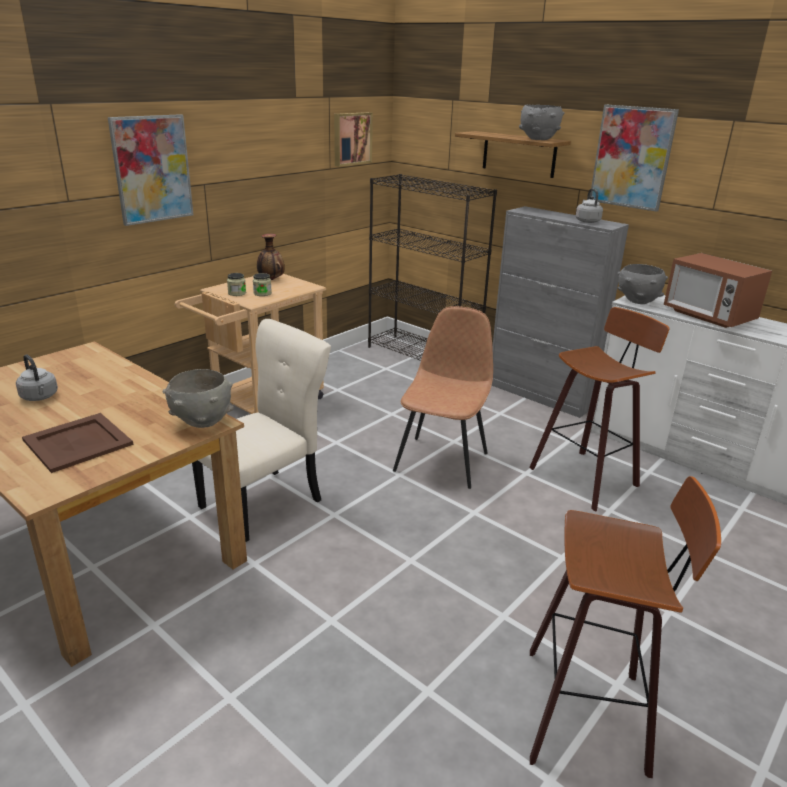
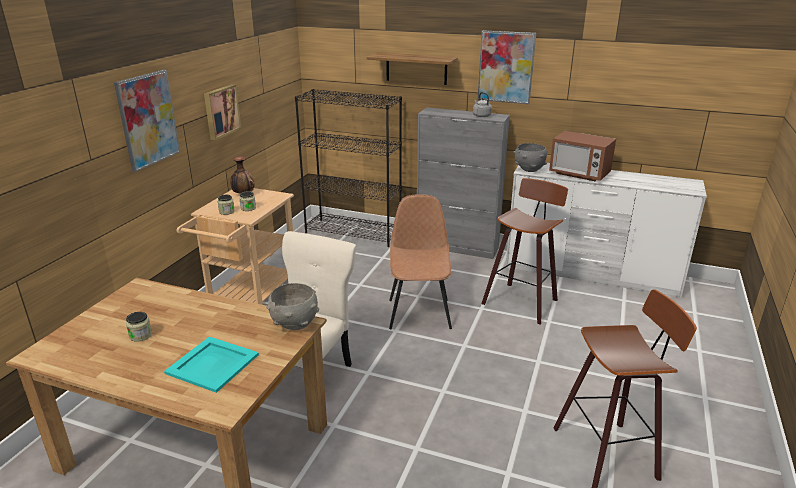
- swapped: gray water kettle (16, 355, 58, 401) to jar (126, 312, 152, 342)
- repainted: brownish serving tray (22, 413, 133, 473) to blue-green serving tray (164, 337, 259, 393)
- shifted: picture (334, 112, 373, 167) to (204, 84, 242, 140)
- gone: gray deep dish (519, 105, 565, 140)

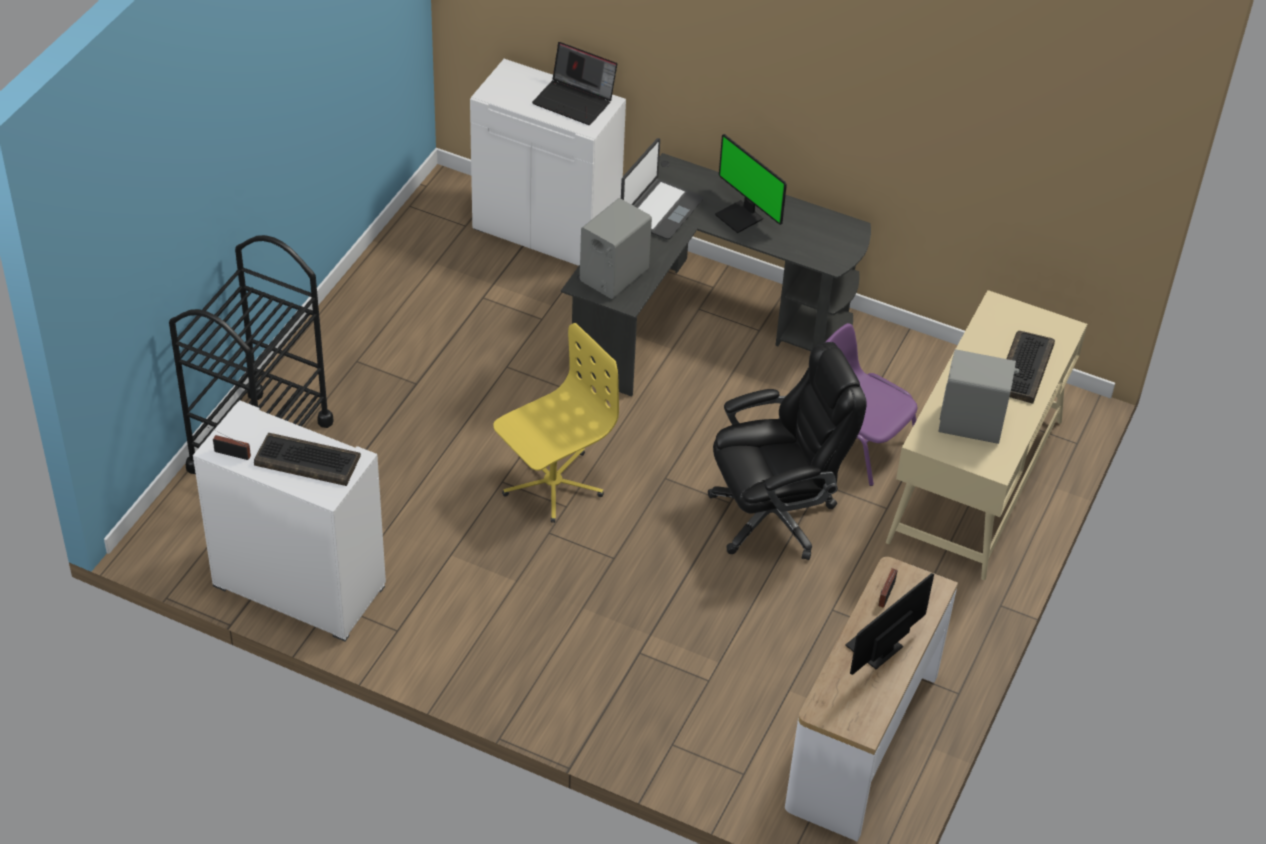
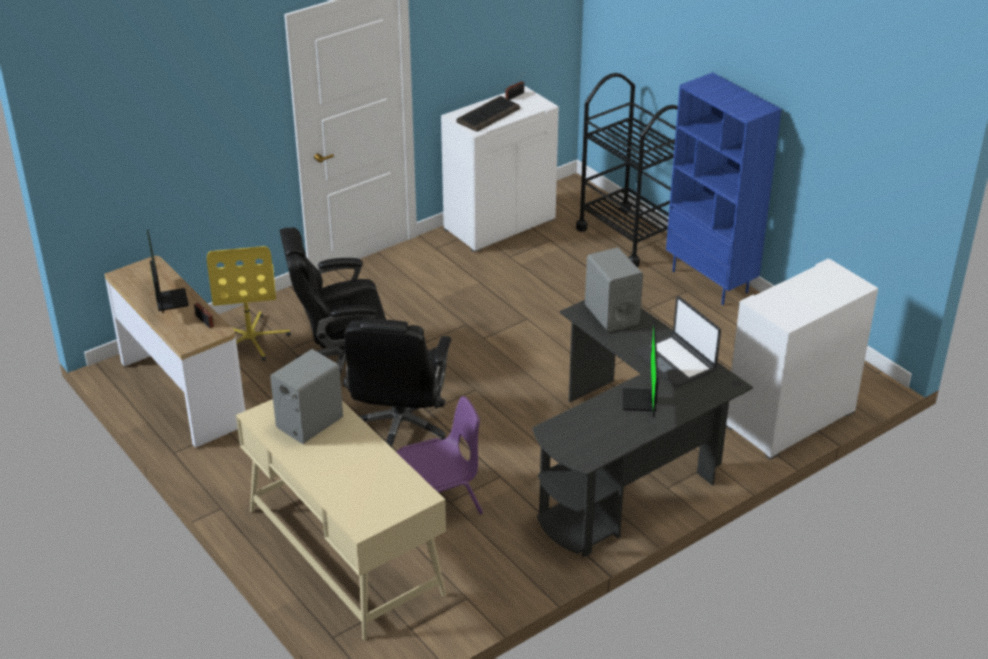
- shifted: yellowish computer chair (493, 323, 619, 523) to (207, 246, 291, 361)
- gone: notebook computer (532, 42, 617, 125)
- rotated: computer display (715, 134, 787, 233) = (623, 322, 658, 417) 75 degrees counterclockwise
- gone: keyboard (1007, 331, 1055, 404)
- new: black computer chair (279, 227, 386, 376)
- new: blue-coloured bookshelf (666, 72, 781, 305)

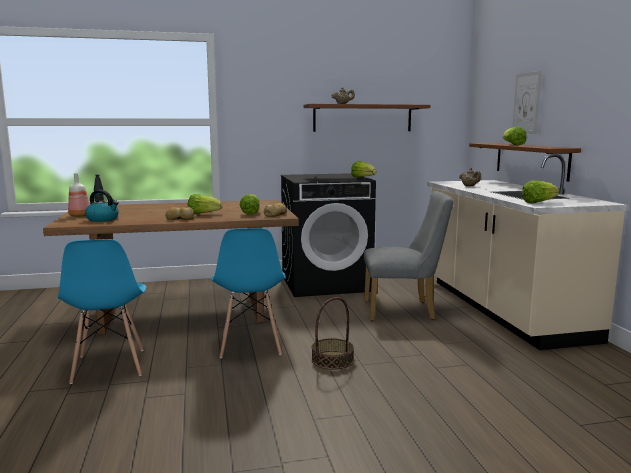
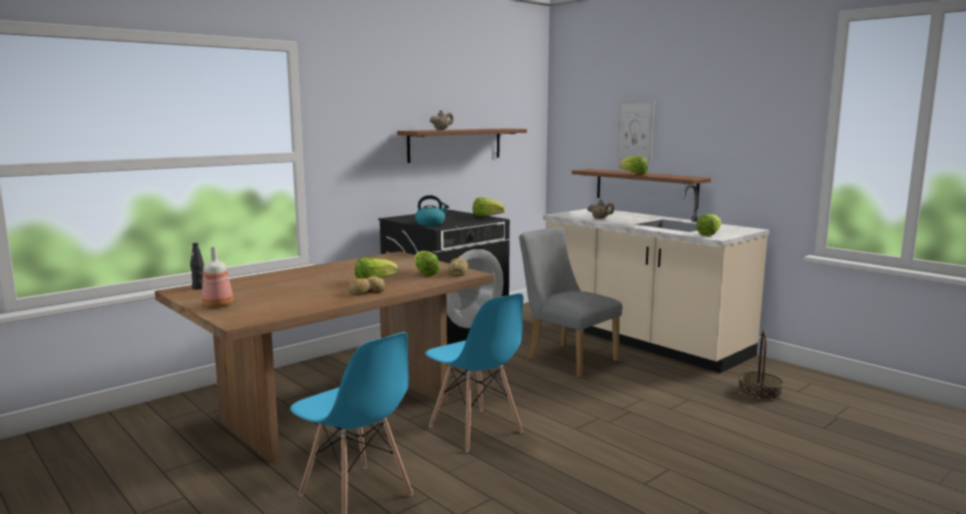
- shifted: water kettle (85, 190, 119, 222) to (415, 195, 449, 226)
- shifted: household basket (311, 297, 354, 370) to (738, 331, 783, 401)
- rotated: gray plain chair (364, 191, 453, 321) = (519, 227, 622, 378) 105 degrees counterclockwise

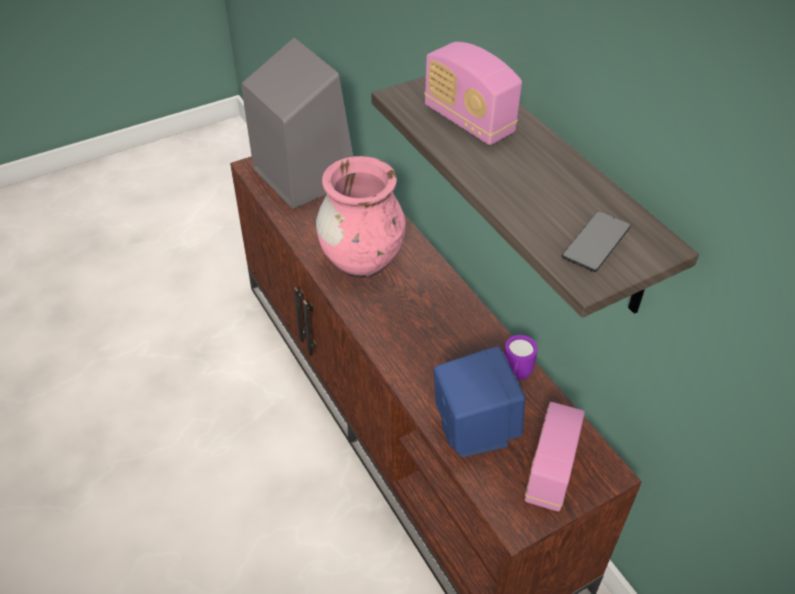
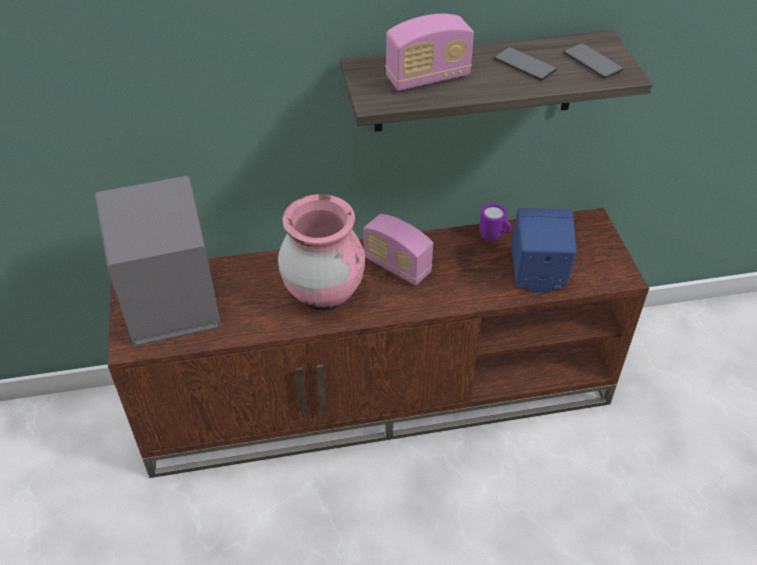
- shifted: radio receiver (525, 402, 585, 511) to (363, 214, 433, 286)
- new: handset (494, 47, 557, 81)

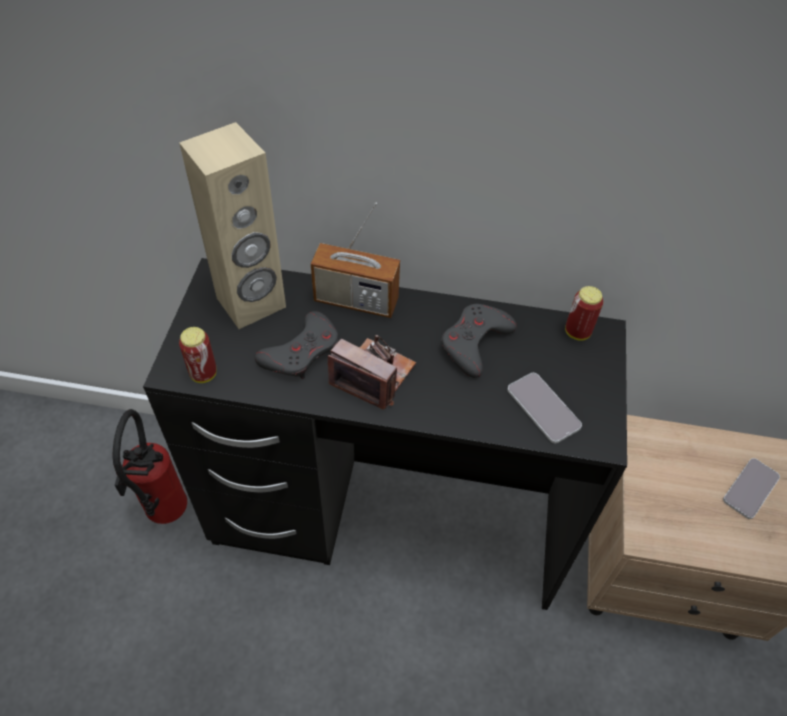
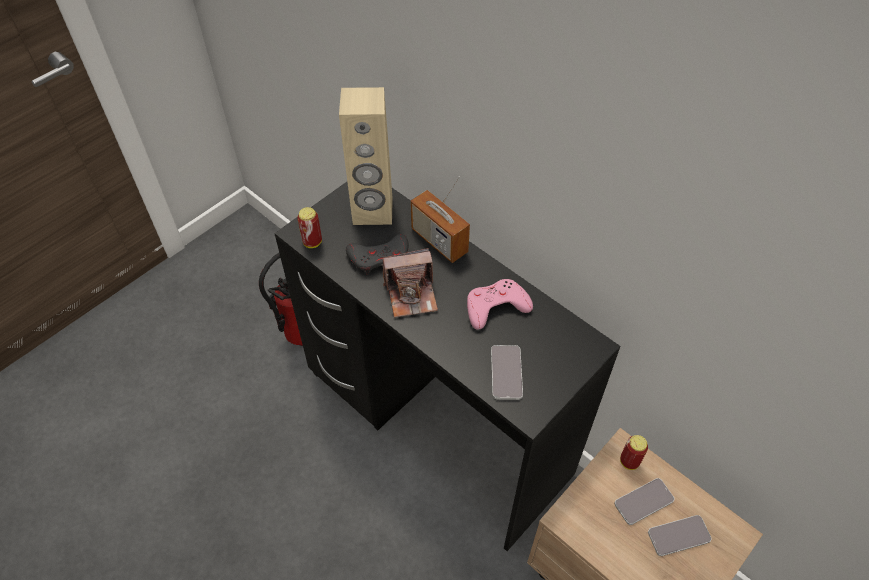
- rotated: photo camera (328, 335, 416, 409) = (382, 248, 438, 318) 105 degrees clockwise
- repainted: gray joypad (441, 304, 517, 378) to pinkish joypad (467, 279, 533, 330)
- shifted: can (565, 286, 603, 341) to (620, 435, 648, 470)
- new: handset (614, 478, 674, 525)

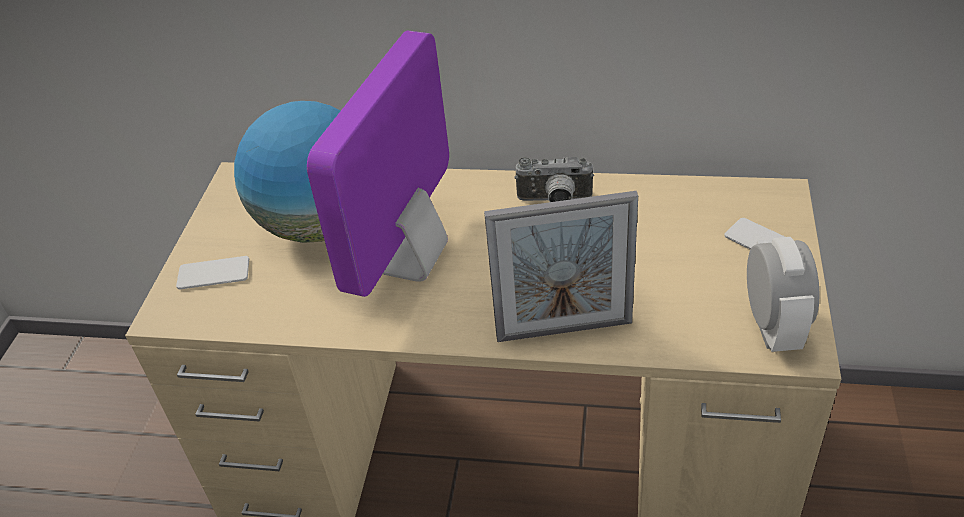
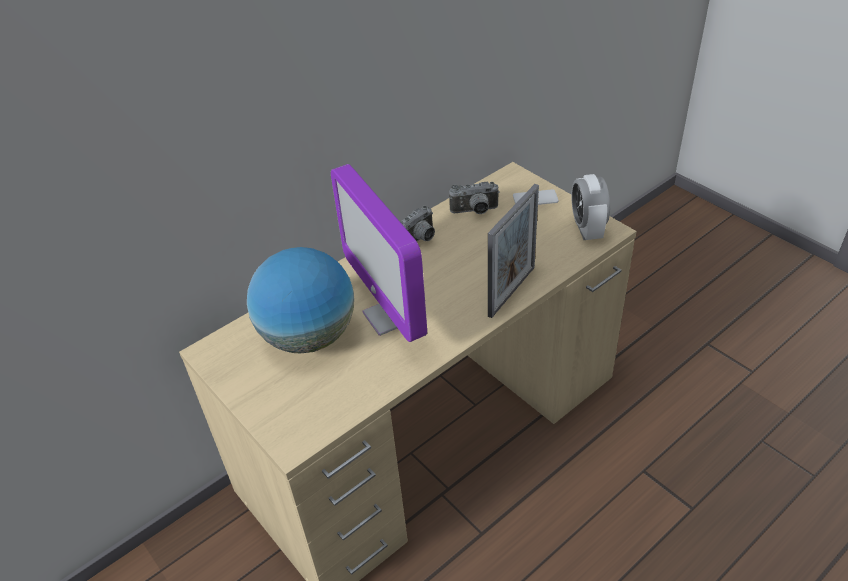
- gone: handset (176, 256, 249, 289)
- rotated: alarm clock (747, 237, 820, 352) = (571, 174, 610, 240) 135 degrees counterclockwise
- new: photo camera (449, 182, 500, 214)

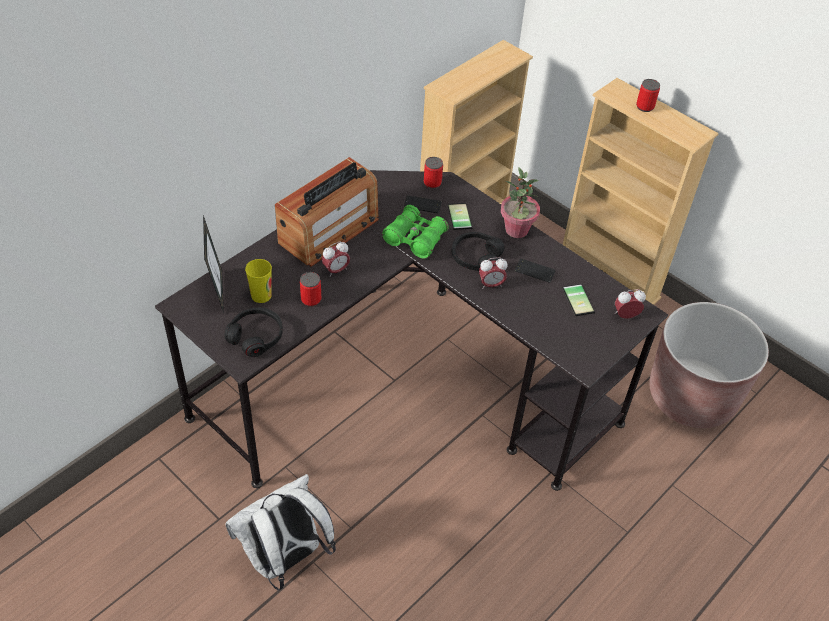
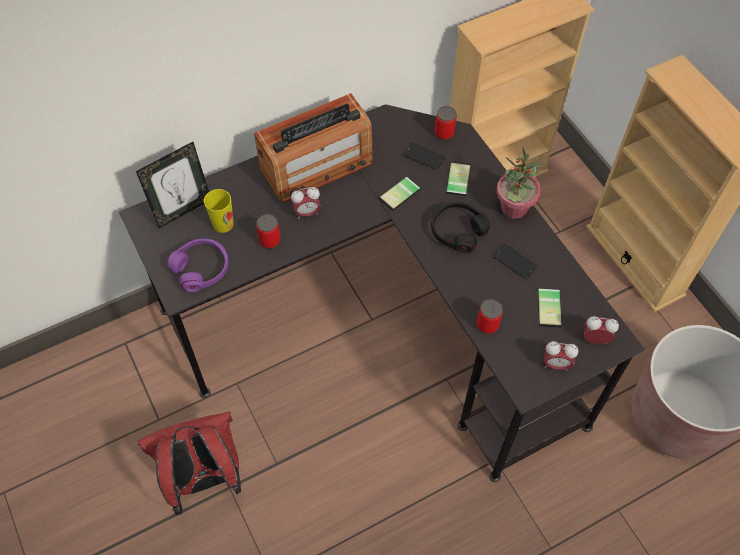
- rotated: picture frame (203, 215, 224, 313) = (136, 142, 209, 228) 45 degrees clockwise
- repainted: black headphones (224, 308, 283, 357) to purple headphones (167, 239, 229, 292)
- repainted: whitish backpack (225, 474, 336, 591) to reddish backpack (138, 411, 241, 515)
- swapped: greenish pair of binoculars (382, 205, 449, 259) to handset (378, 176, 421, 211)
- shifted: alarm clock (479, 257, 507, 289) to (544, 341, 578, 371)
- shifted: can (636, 79, 660, 112) to (477, 299, 503, 334)

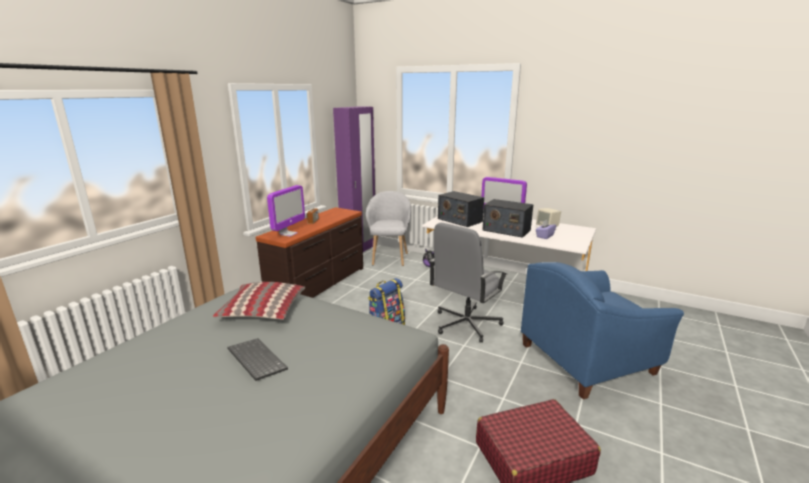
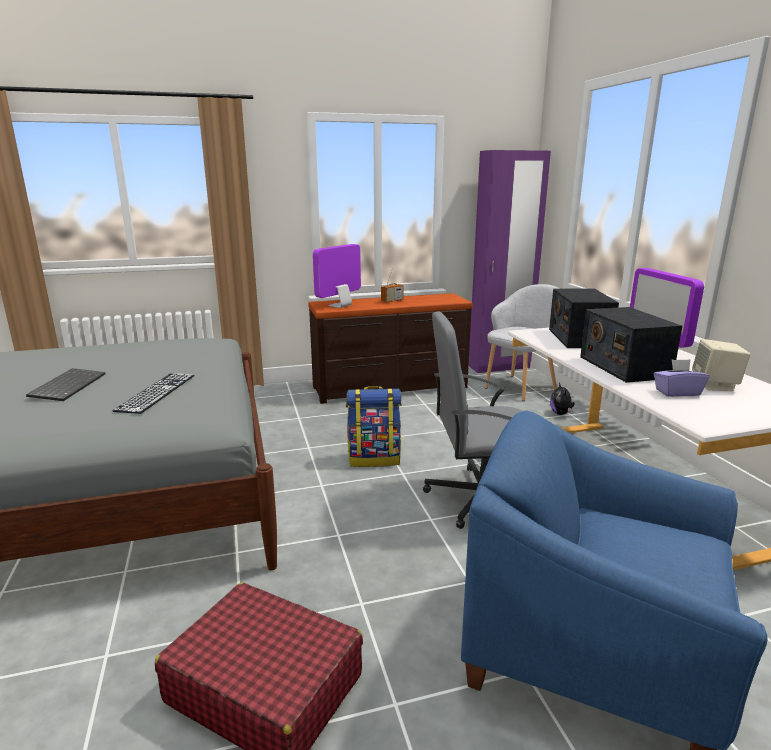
- gone: throw pillow (213, 282, 305, 320)
- rotated: computer display (267, 185, 305, 237) = (313, 244, 361, 308) 150 degrees clockwise
- new: keyboard (113, 373, 194, 414)

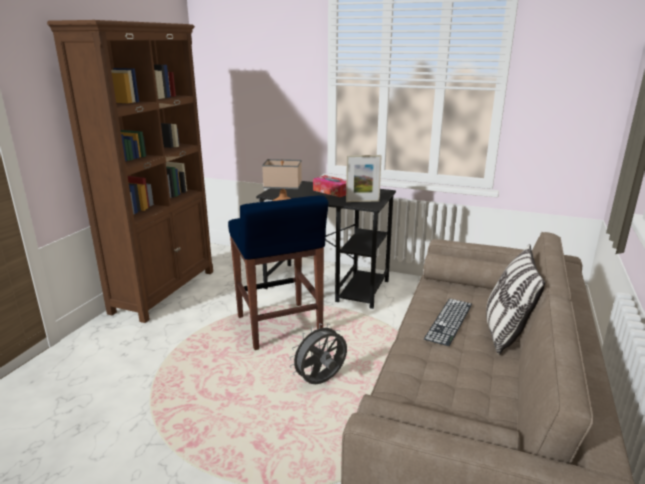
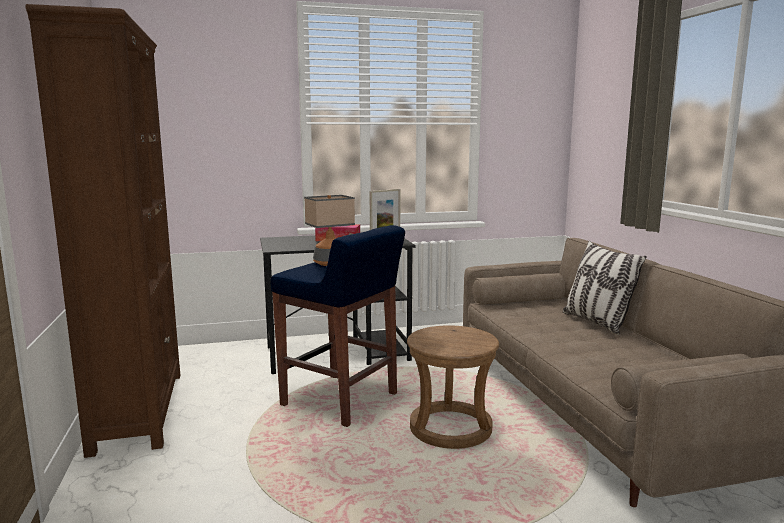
- swapped: gray fan (289, 323, 347, 384) to brownish stool (407, 325, 499, 449)
- gone: keyboard (424, 298, 472, 346)

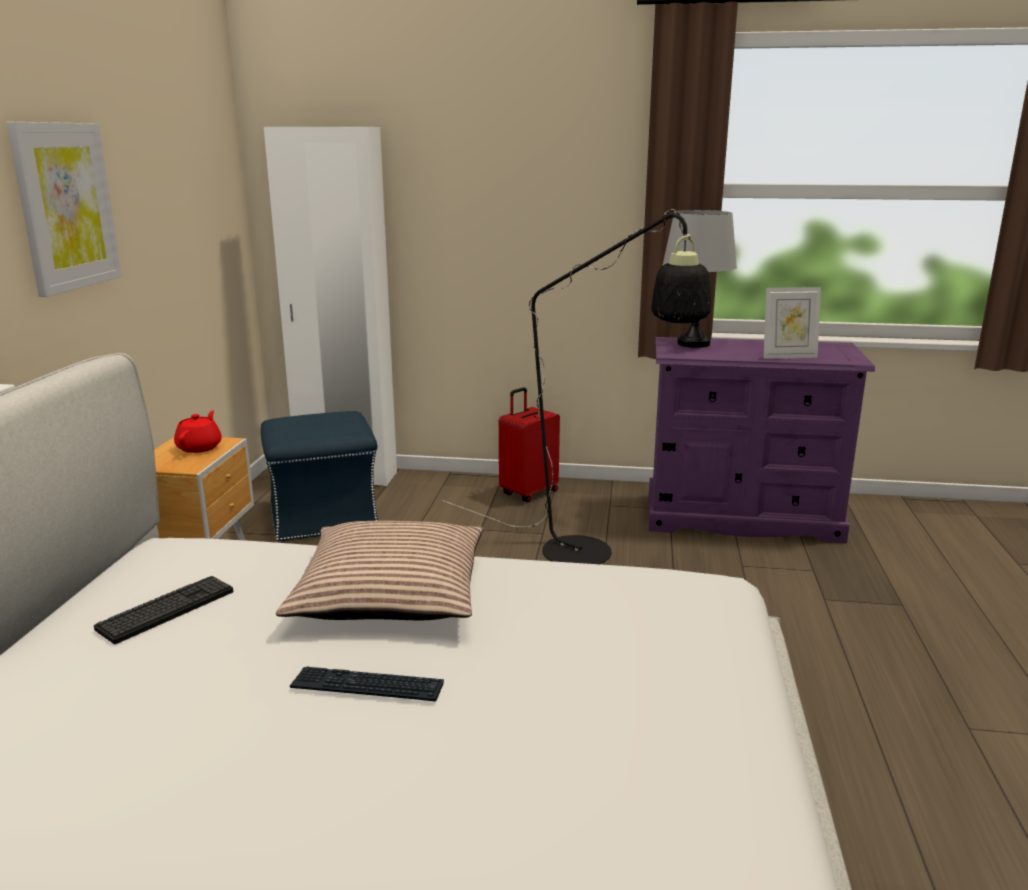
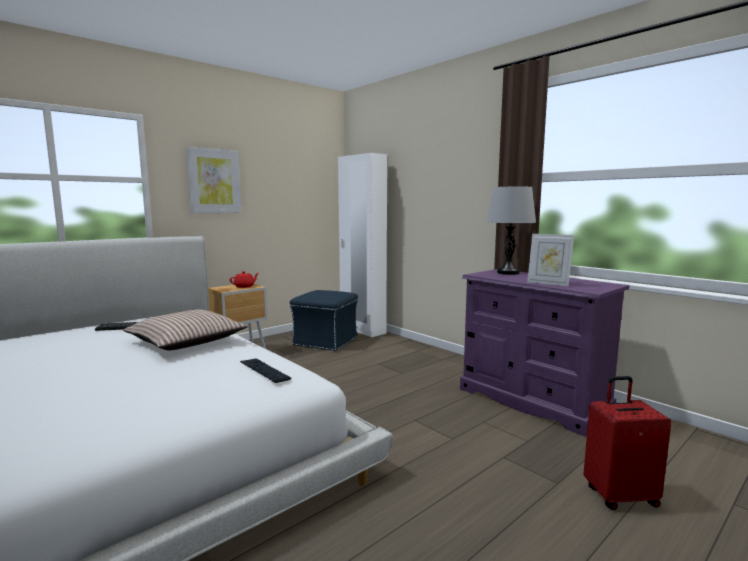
- shifted: keyboard (290, 666, 444, 702) to (240, 358, 291, 383)
- gone: black floor lamp (442, 209, 711, 564)
- shifted: reddish piece of luggage (499, 387, 560, 502) to (584, 376, 671, 510)

